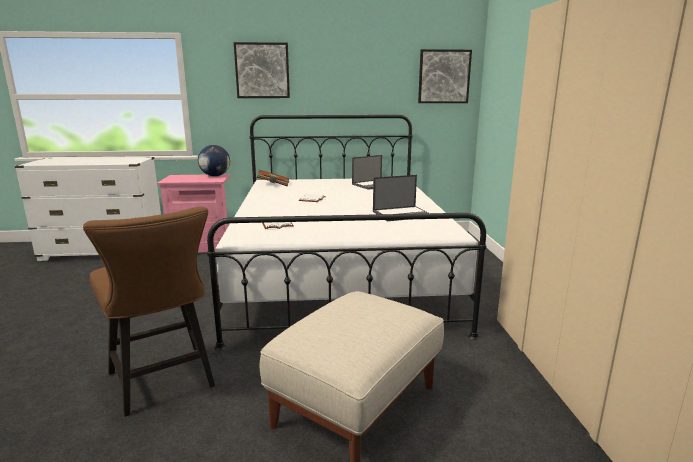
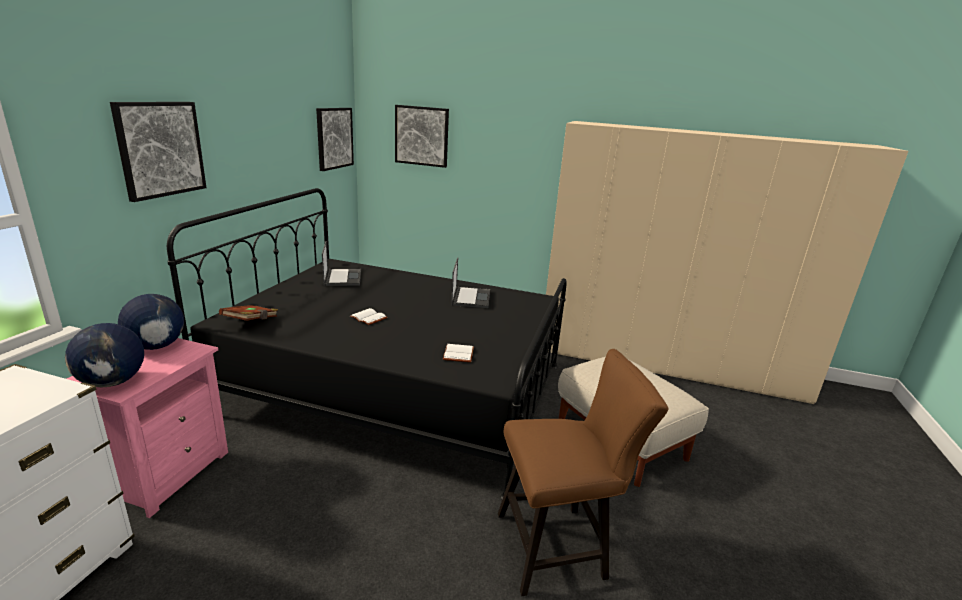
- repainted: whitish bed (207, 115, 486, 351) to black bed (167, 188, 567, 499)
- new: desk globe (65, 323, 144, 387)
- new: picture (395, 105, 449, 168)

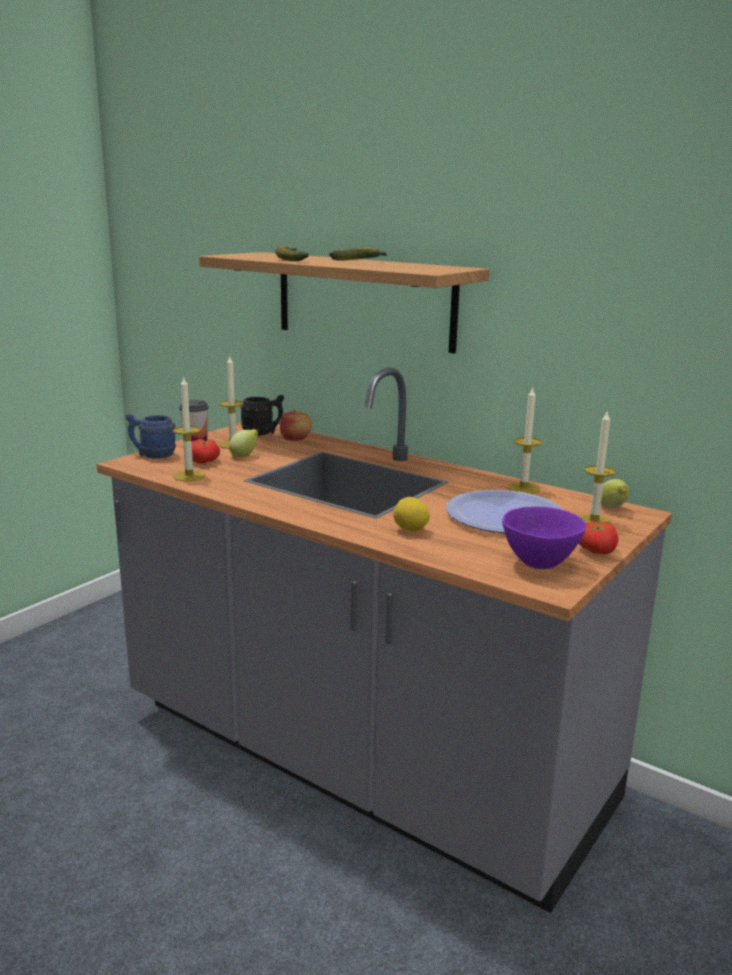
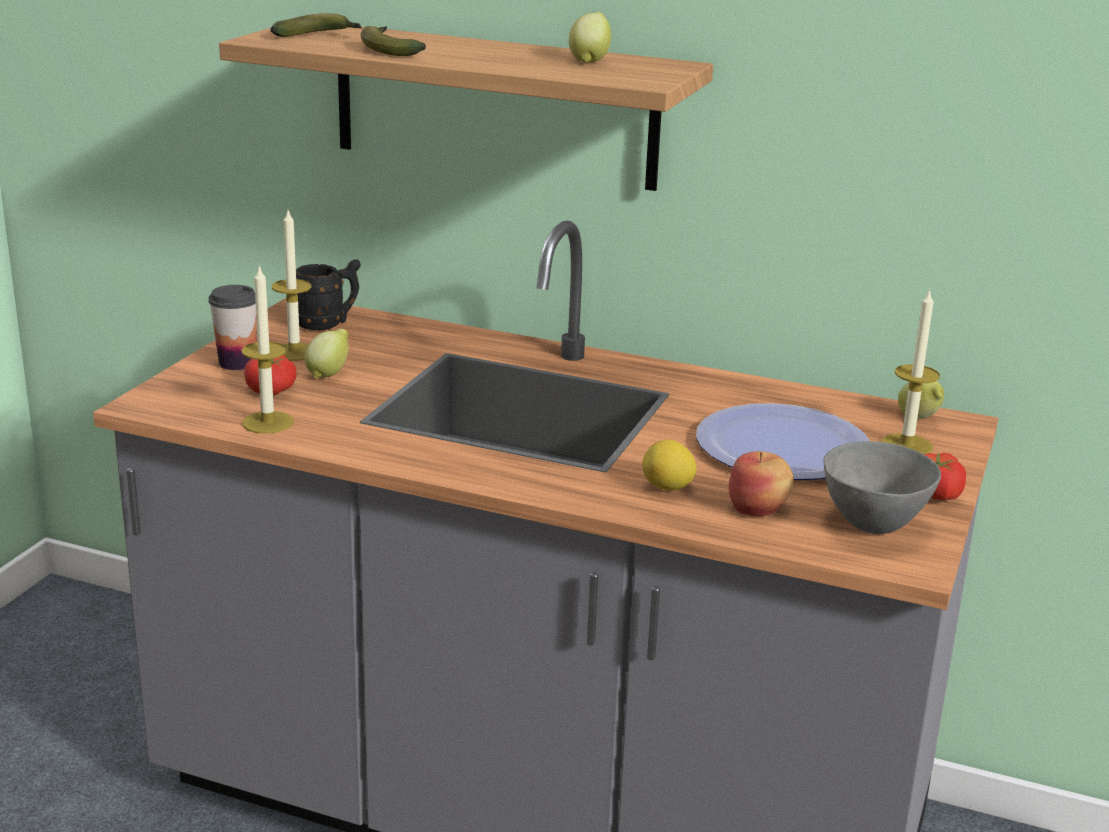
- gone: blue-coloured mug (126, 414, 176, 458)
- shifted: apple fruit (280, 409, 312, 441) to (729, 451, 794, 516)
- shifted: whole banana (329, 247, 387, 261) to (270, 13, 362, 37)
- repainted: purple deep dish (502, 507, 586, 569) to gray deep dish (824, 441, 941, 534)
- gone: wax candle (508, 387, 542, 494)
- new: citrus fruit (569, 12, 611, 62)

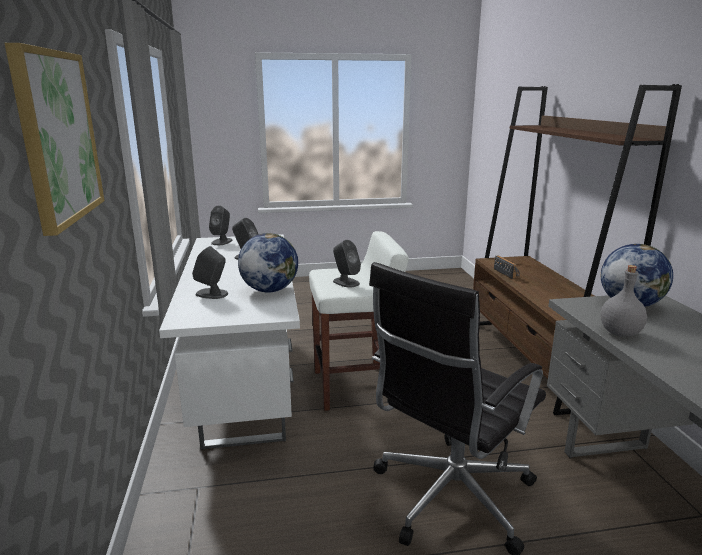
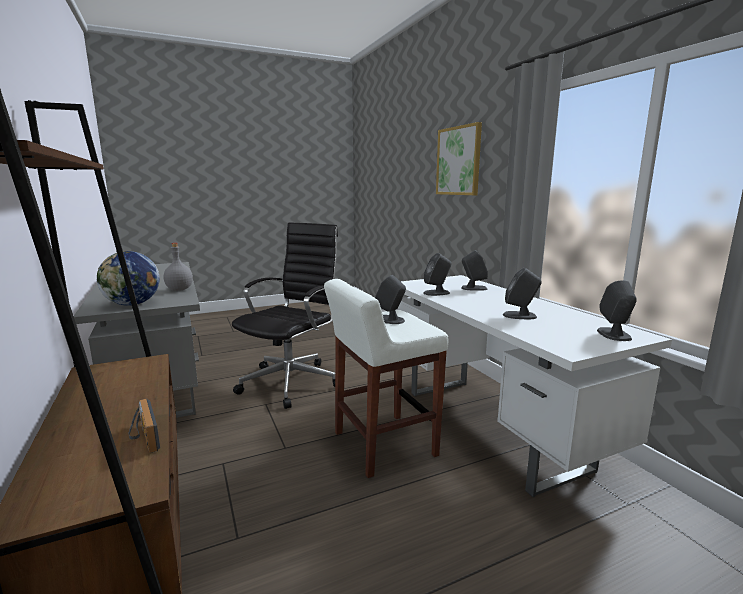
- swapped: desk globe (238, 233, 298, 292) to gray loudspeaker (424, 253, 452, 296)

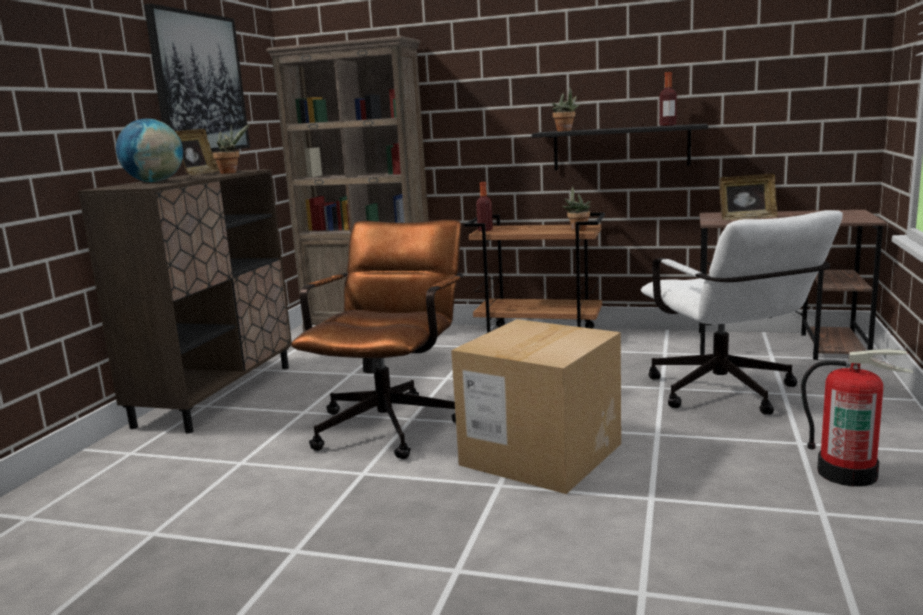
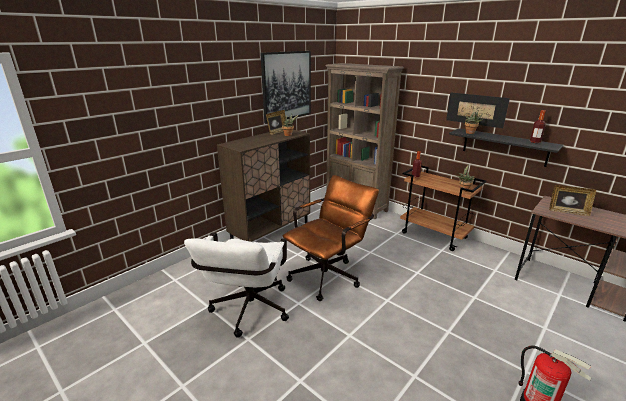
- gone: desk globe (116, 119, 183, 182)
- gone: carton (451, 319, 621, 494)
- shifted: whitish computer chair (641, 210, 843, 415) to (184, 233, 289, 338)
- new: picture (446, 93, 510, 128)

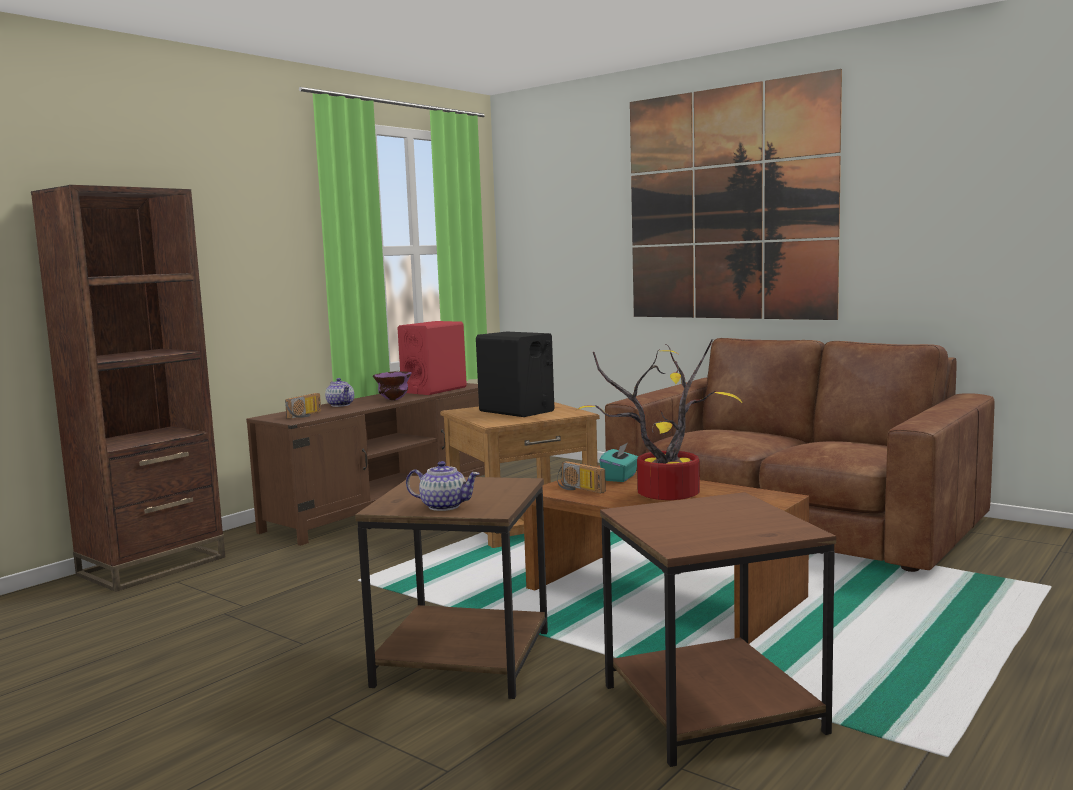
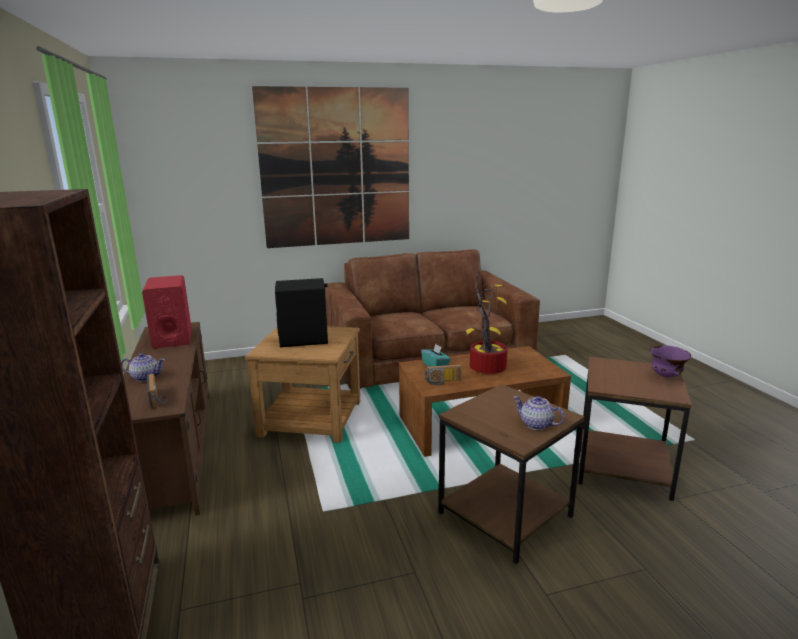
- shifted: purple deep dish (373, 371, 412, 400) to (649, 345, 691, 377)
- rotated: teapot (406, 461, 480, 511) = (513, 396, 564, 430) 105 degrees counterclockwise

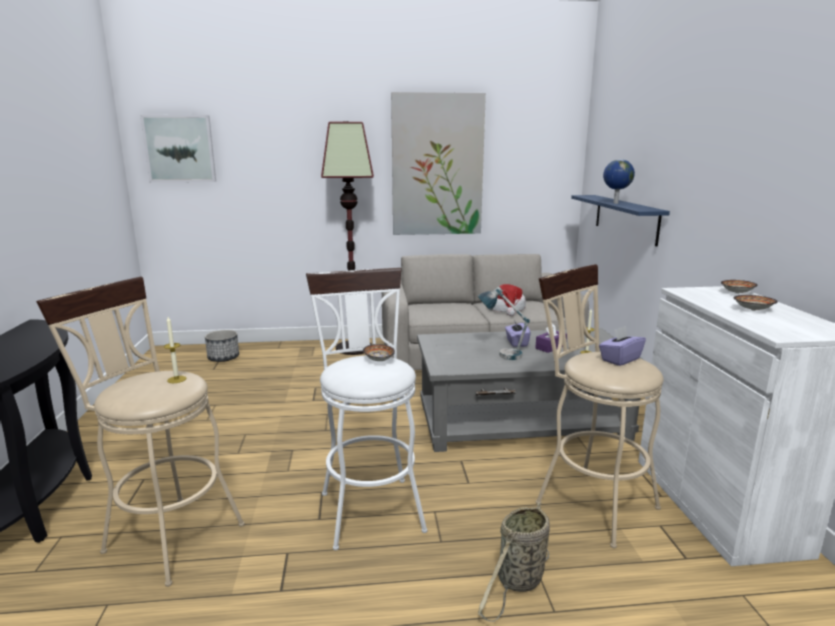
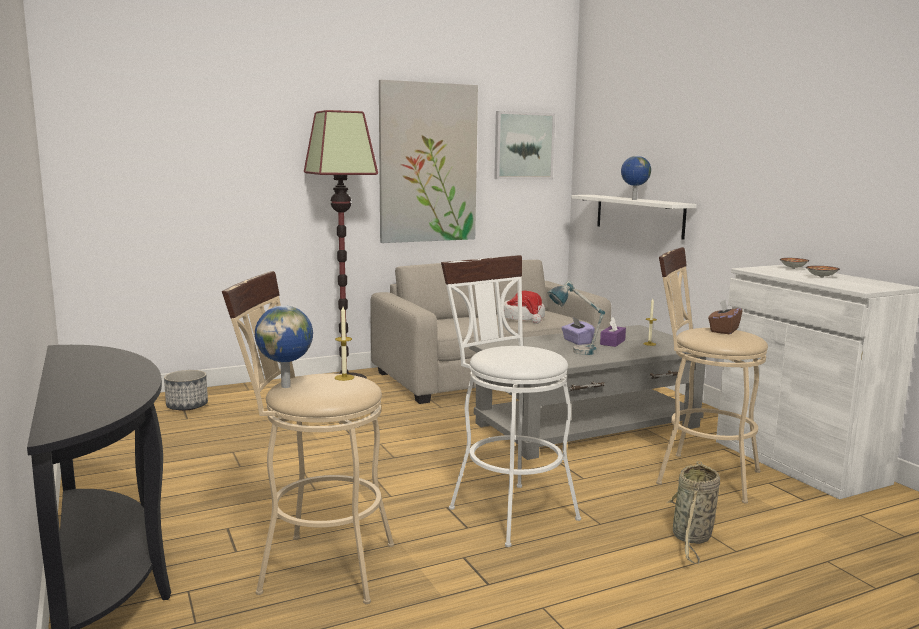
- shifted: picture (140, 115, 216, 182) to (494, 111, 555, 179)
- gone: deep dish (363, 344, 395, 361)
- repainted: blue-coloured bracket shelf (571, 195, 670, 247) to whitish bracket shelf (571, 195, 697, 240)
- repainted: purple tissue box (599, 326, 646, 366) to brownish tissue box (708, 300, 742, 334)
- new: desk globe (255, 305, 313, 388)

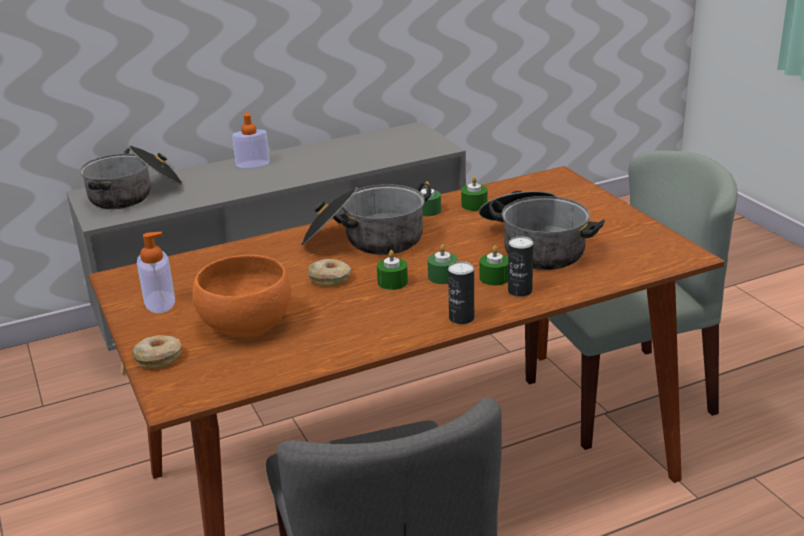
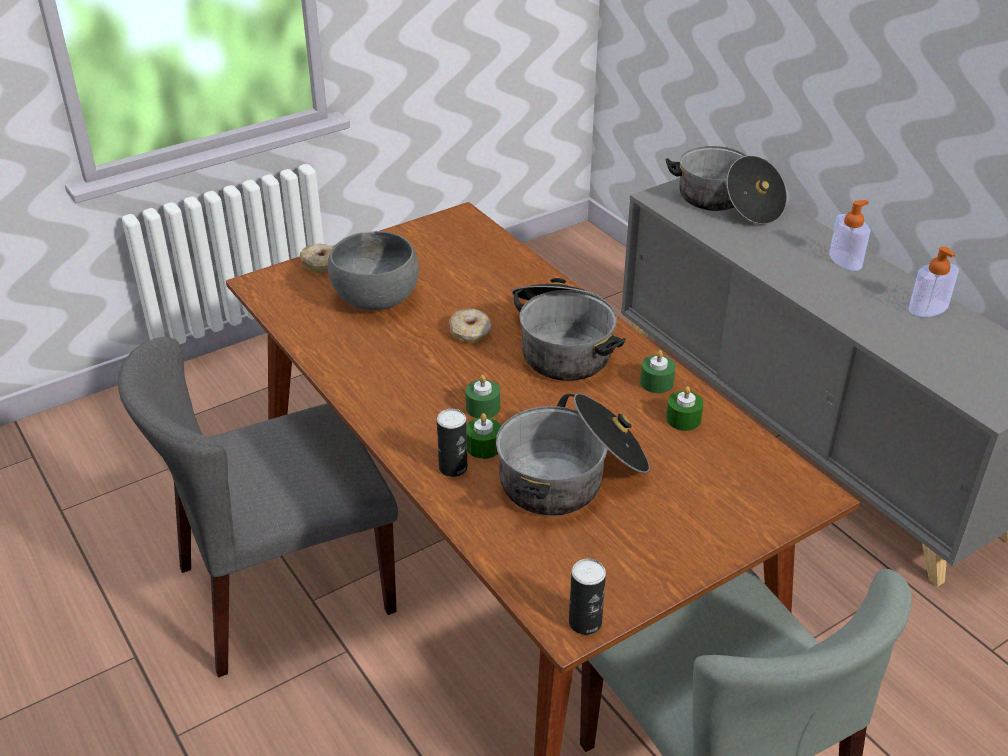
- shifted: liquid soap bottle (137, 232, 175, 313) to (909, 246, 959, 317)
- repainted: orangey deep dish (193, 255, 292, 337) to gray deep dish (327, 231, 419, 310)
- gone: greenish wax candle (377, 250, 408, 290)
- shifted: can (448, 261, 474, 324) to (569, 559, 606, 635)

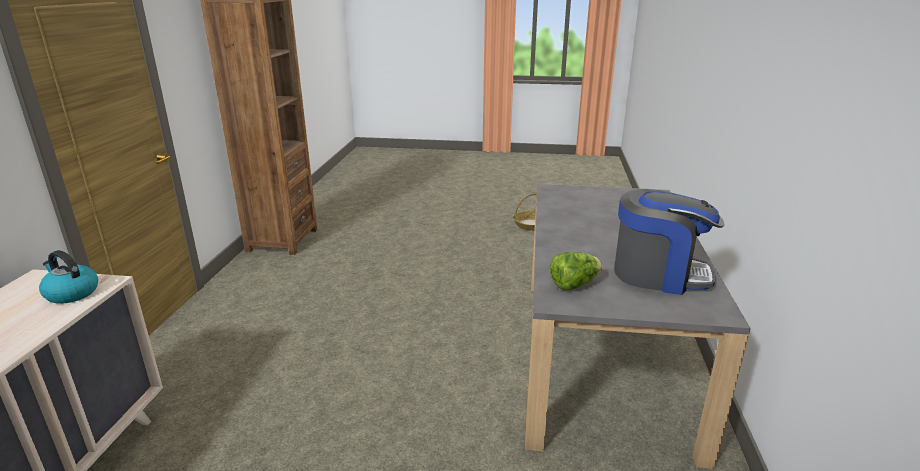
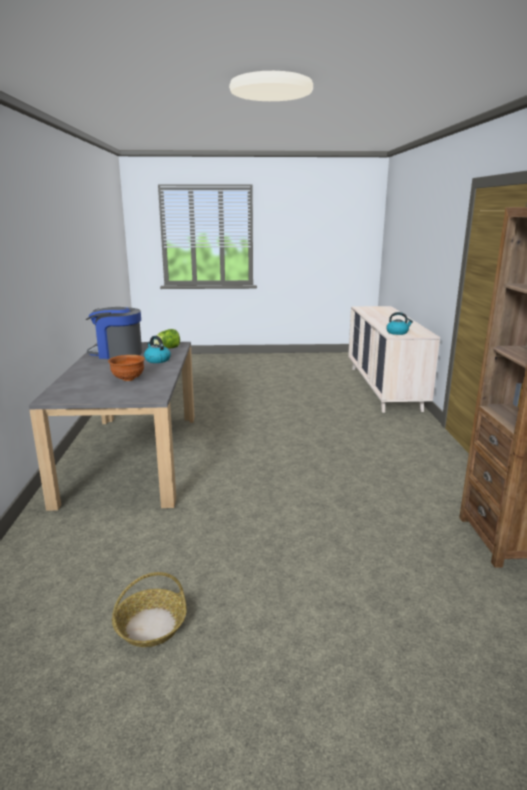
- new: brownish deep dish (108, 355, 145, 381)
- new: water kettle (144, 336, 171, 363)

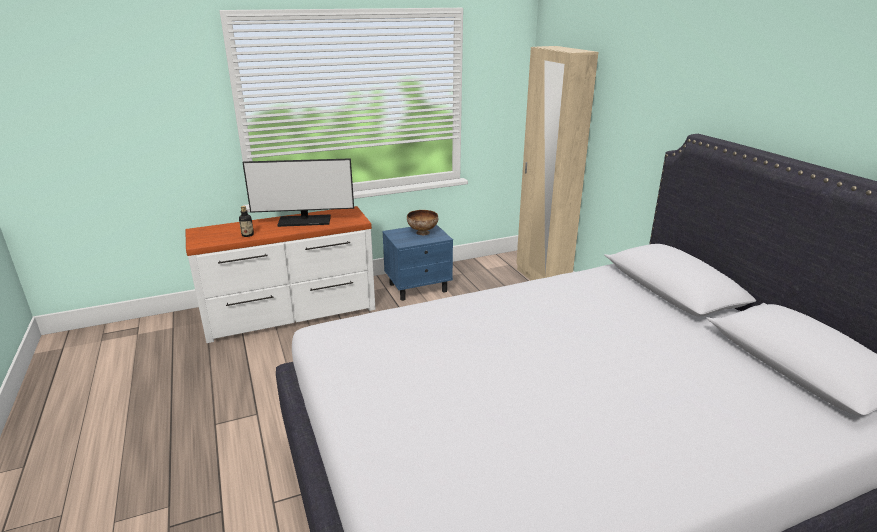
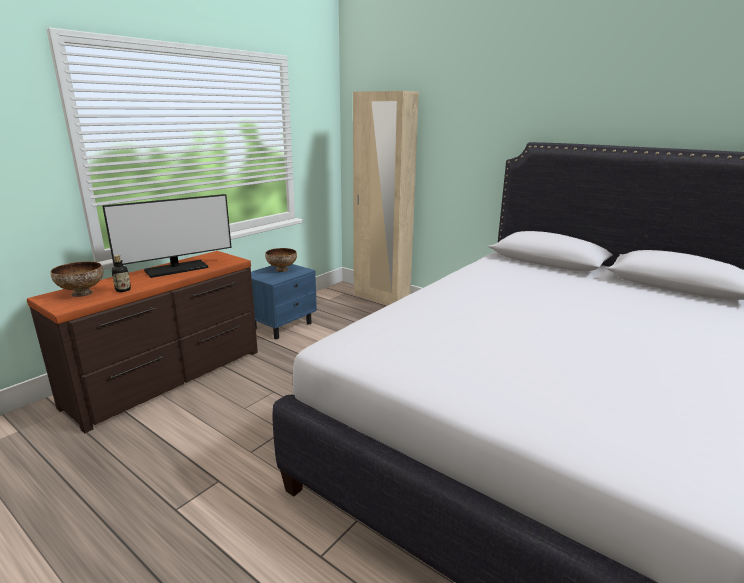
- repainted: whitish dresser (185, 206, 375, 343) to brownish dresser (27, 251, 258, 433)
- new: deep dish (51, 262, 103, 297)

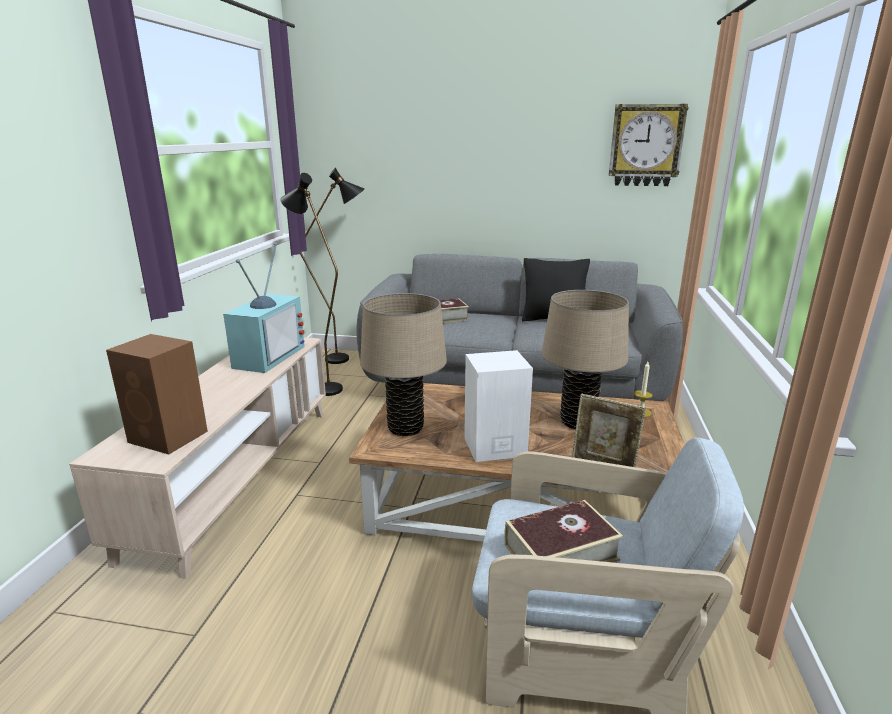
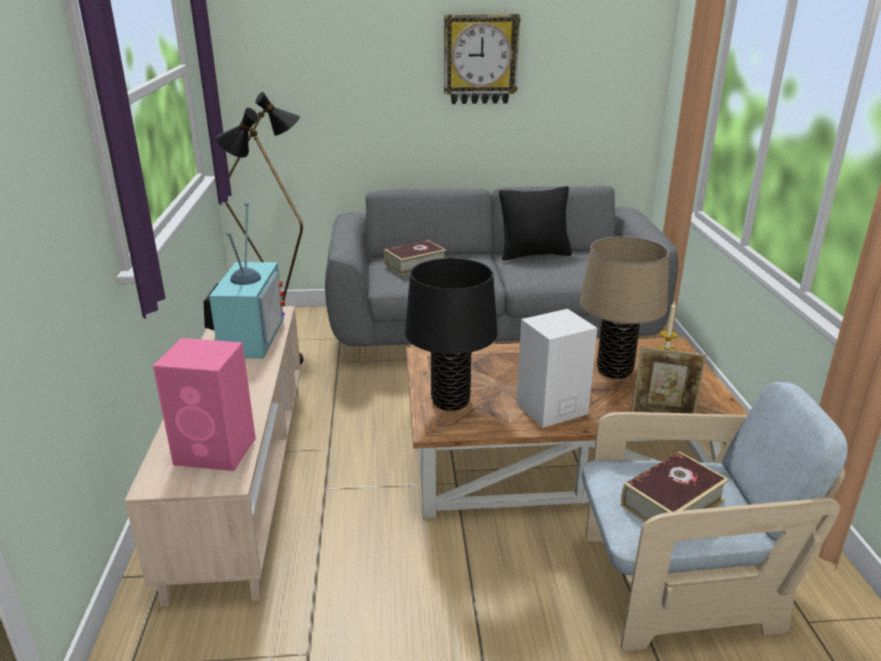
- repainted: brownish loudspeaker (106, 334, 208, 455) to pinkish loudspeaker (153, 338, 256, 471)
- repainted: sand-coloured table lamp (360, 293, 447, 436) to black table lamp (405, 258, 498, 411)
- shifted: wall clock (609, 104, 688, 186) to (444, 14, 521, 104)

